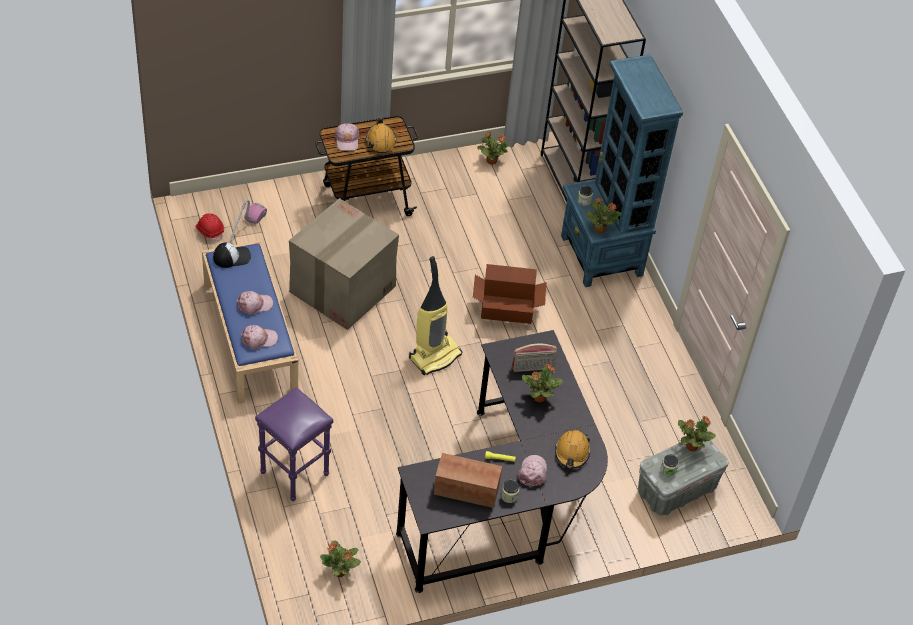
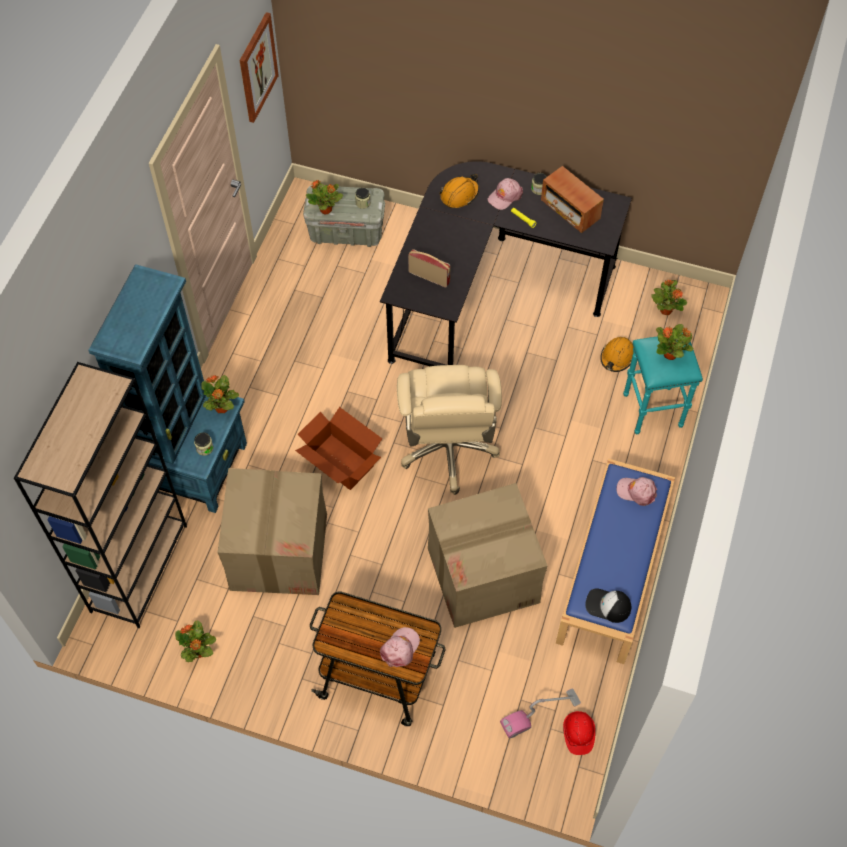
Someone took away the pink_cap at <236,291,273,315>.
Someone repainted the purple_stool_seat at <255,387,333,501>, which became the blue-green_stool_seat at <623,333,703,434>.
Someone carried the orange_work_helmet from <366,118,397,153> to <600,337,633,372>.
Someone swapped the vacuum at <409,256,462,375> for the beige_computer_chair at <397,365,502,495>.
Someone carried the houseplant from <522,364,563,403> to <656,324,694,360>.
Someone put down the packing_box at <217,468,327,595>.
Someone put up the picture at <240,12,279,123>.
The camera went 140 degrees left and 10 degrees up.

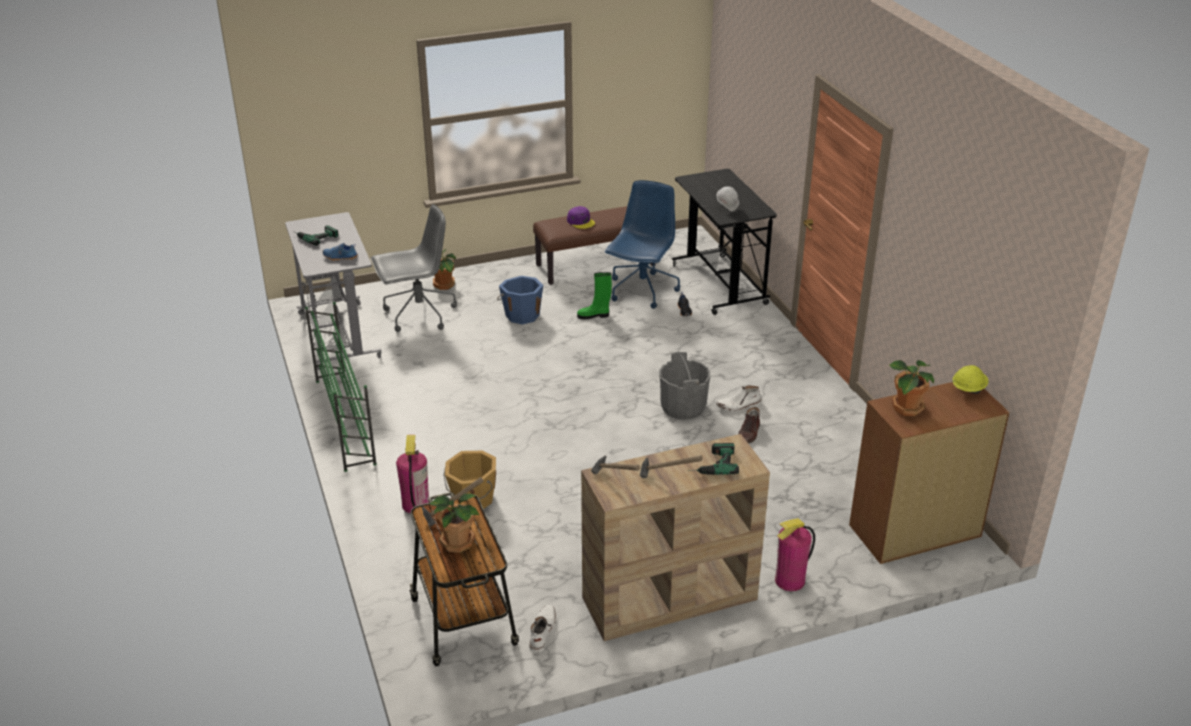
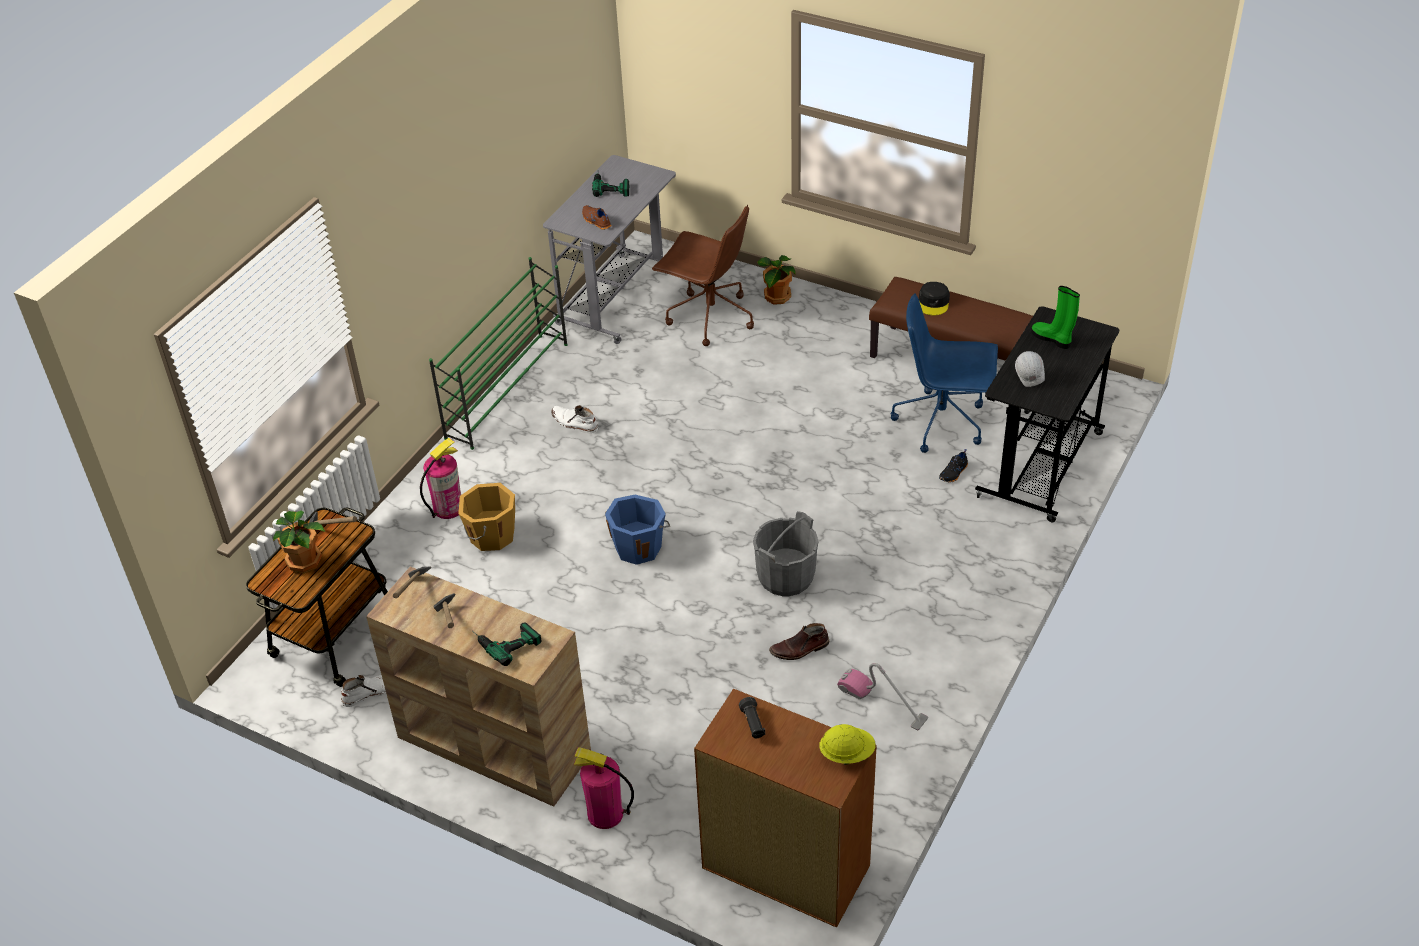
Someone repainted the blue-coloured_item_of_footwear at <323,243,358,261>, which became the brown_item_of_footwear at <582,205,611,230>.
Someone repainted the greyish_computer_chair at <371,204,457,332>, which became the brown_computer_chair at <652,205,754,346>.
Someone carried the blue-coloured_bucket from <497,276,543,324> to <605,495,670,565>.
Someone repainted the purple_cap at <567,206,595,229>, which became the blackish_cap at <919,282,950,315>.
Someone carried the green_tall_boot from <577,272,612,319> to <1031,286,1080,349>.
Someone rotated the blue-coloured_computer_chair at <605,180,681,309> by 150 degrees counterclockwise.
Someone carried the white-coloured_tall_boot from <716,386,762,412> to <551,405,598,434>.
Someone swapped the houseplant at <889,360,934,416> for the blackish_hand_torch at <739,697,765,738>.
Someone put down the vacuum at <837,663,928,731>.
The camera went 50 degrees right and 10 degrees up.

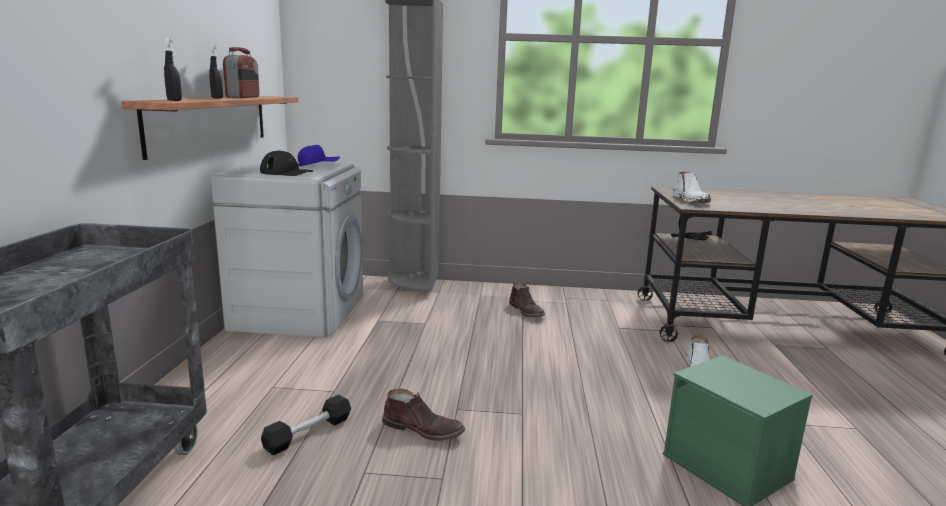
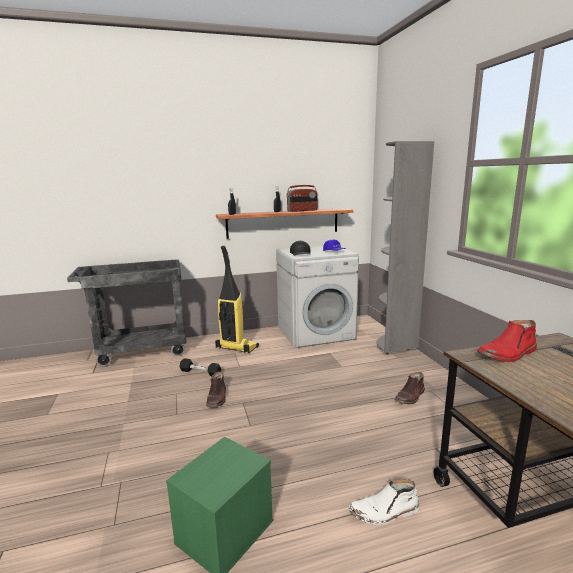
Someone repainted the white-coloured_tall_boot at <673,172,711,203>, which became the red_tall_boot at <477,320,537,362>.
Someone put down the vacuum at <215,246,259,354>.
The camera went 70 degrees right and 0 degrees up.

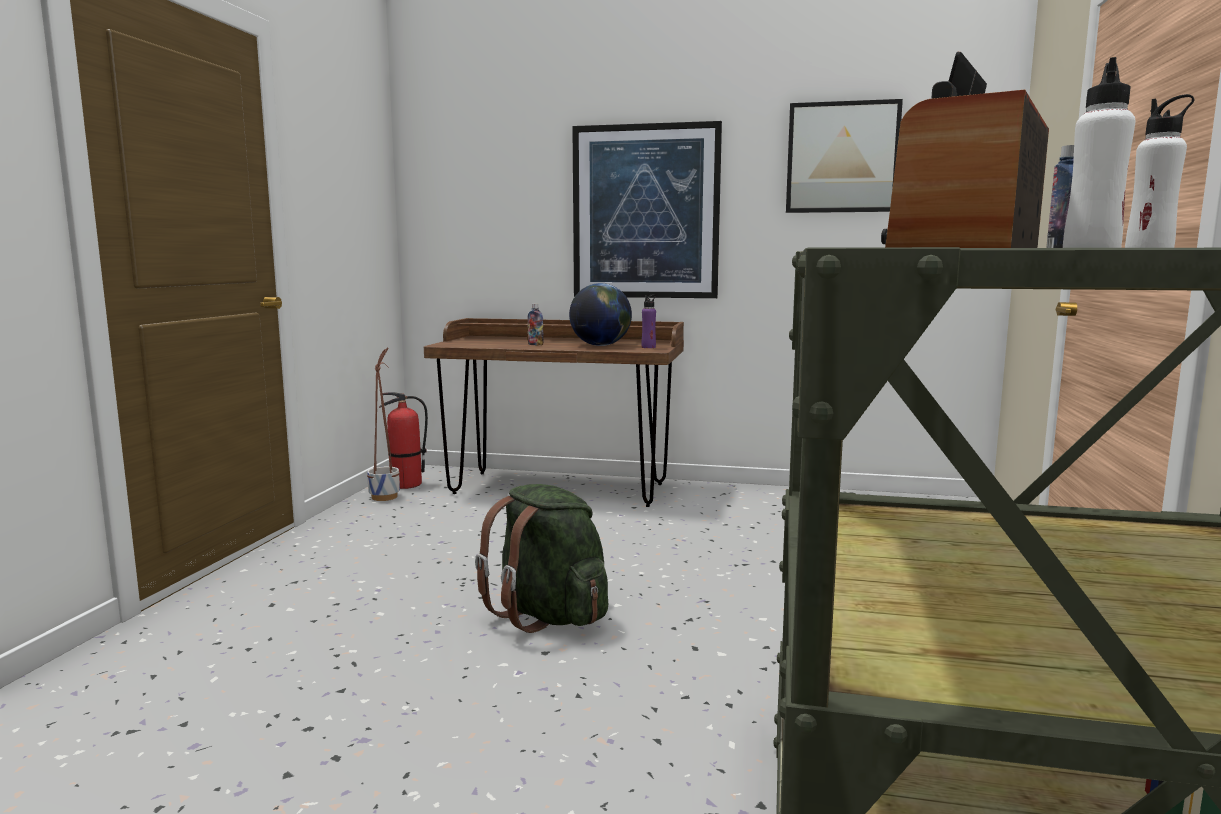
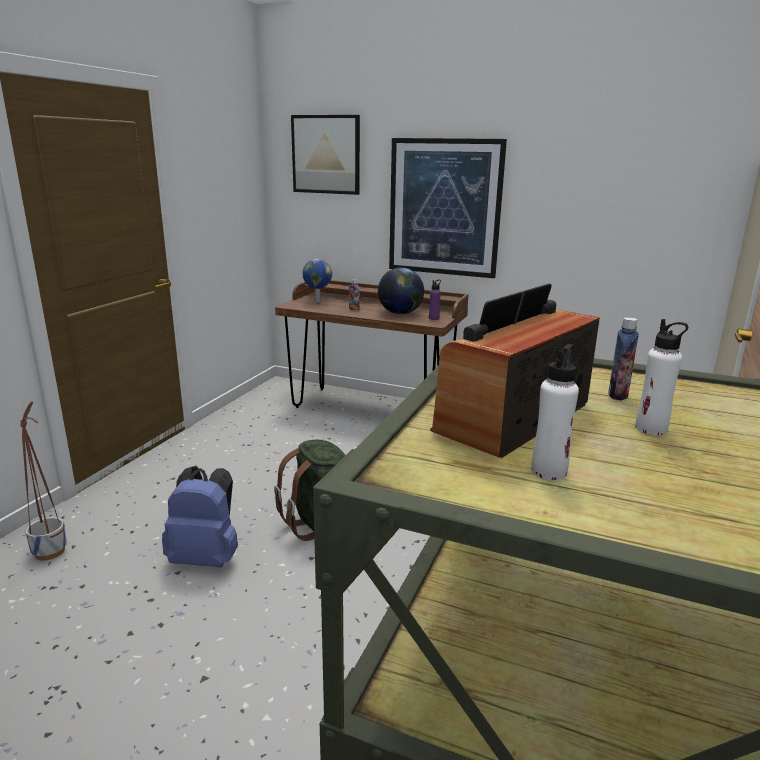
Someone carried the flower_pot from <367,347,400,501> to <20,401,67,561>.
Someone took away the fire_extinguisher at <379,392,428,489>.
Someone carried the picture from <786,99,903,213> to <291,115,360,195>.
Someone put down the blue-coloured_rucksack at <162,466,238,567>.
Someone put down the globe at <302,259,332,303>.
The camera went 10 degrees right and 10 degrees up.

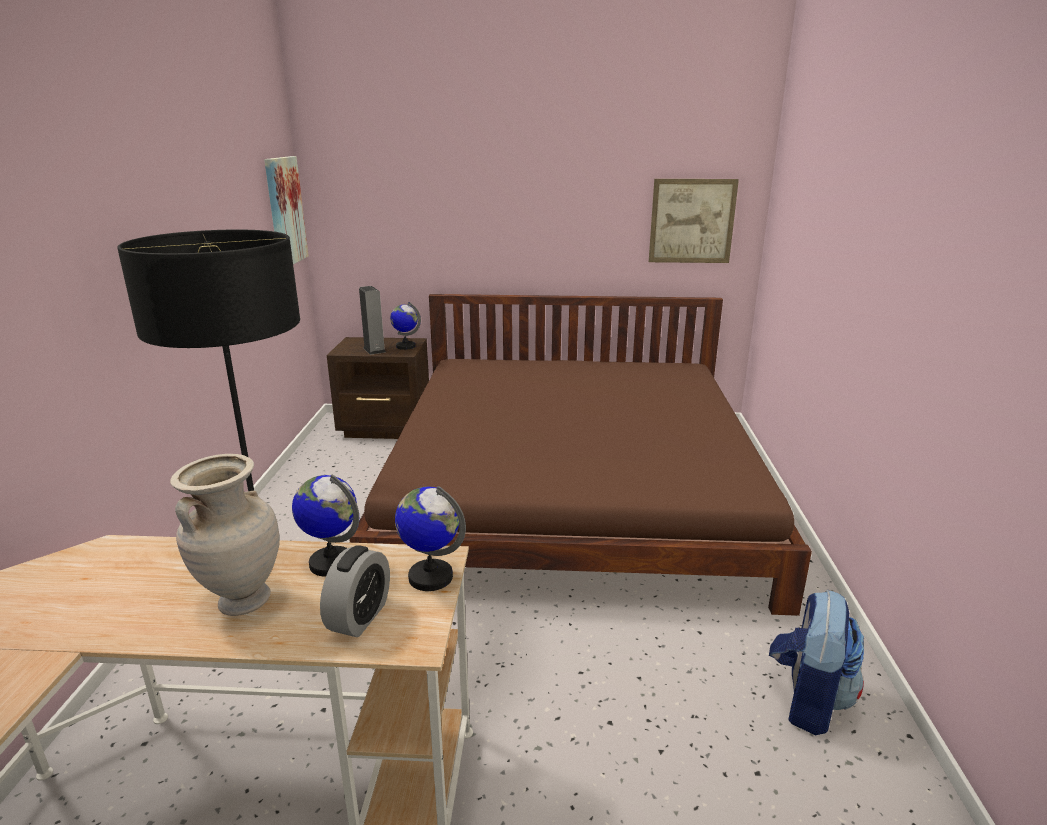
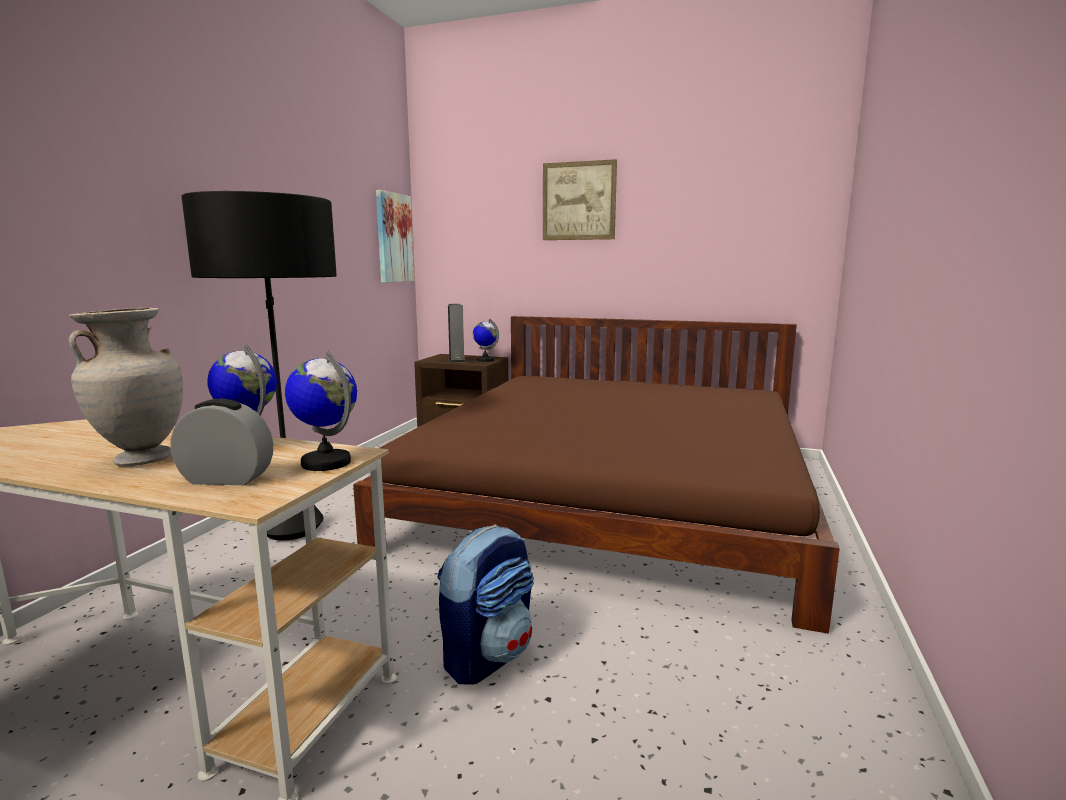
Someone rotated the table_clock at <320,545,390,637> by 120 degrees counterclockwise.
Someone carried the picture from <649,179,739,263> to <543,159,617,240>.
Someone carried the rucksack from <769,590,864,735> to <437,525,534,685>.
The camera went 15 degrees right and 10 degrees down.

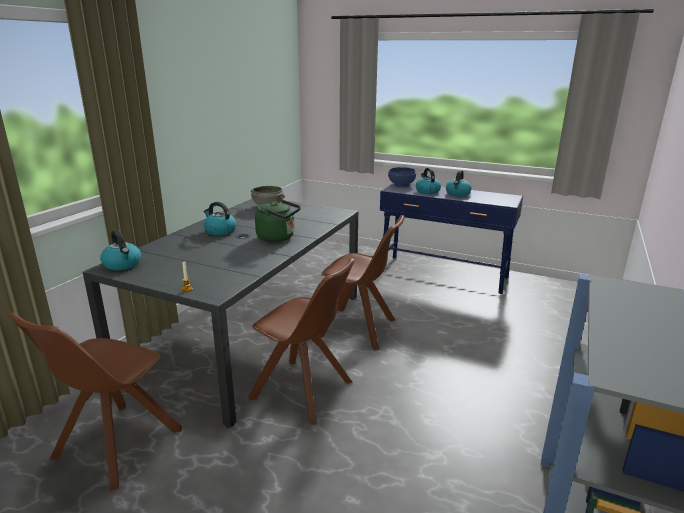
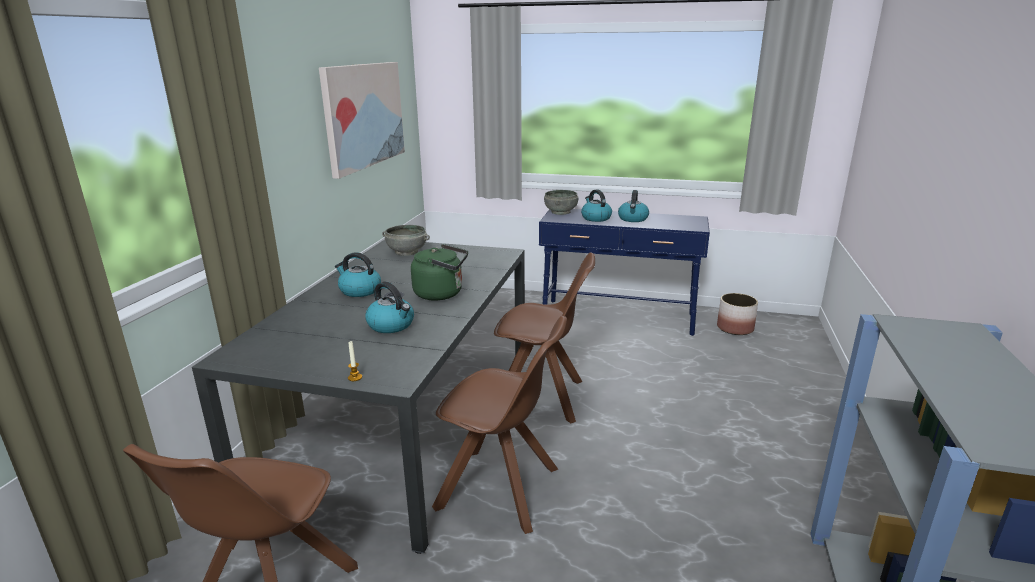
Someone carried the kettle from <100,230,141,270> to <365,282,414,333>.
Someone repainted the blue-coloured_serving_bowl at <388,167,416,187>, which became the greyish_serving_bowl at <544,190,578,215>.
Someone put up the picture at <319,62,405,179>.
Someone put down the flower_pot at <717,293,758,335>.
The camera went 10 degrees left and 0 degrees up.

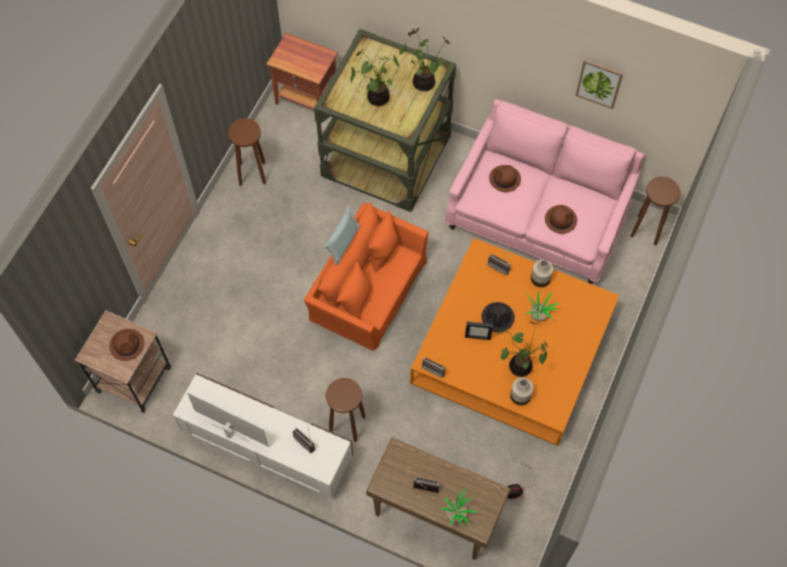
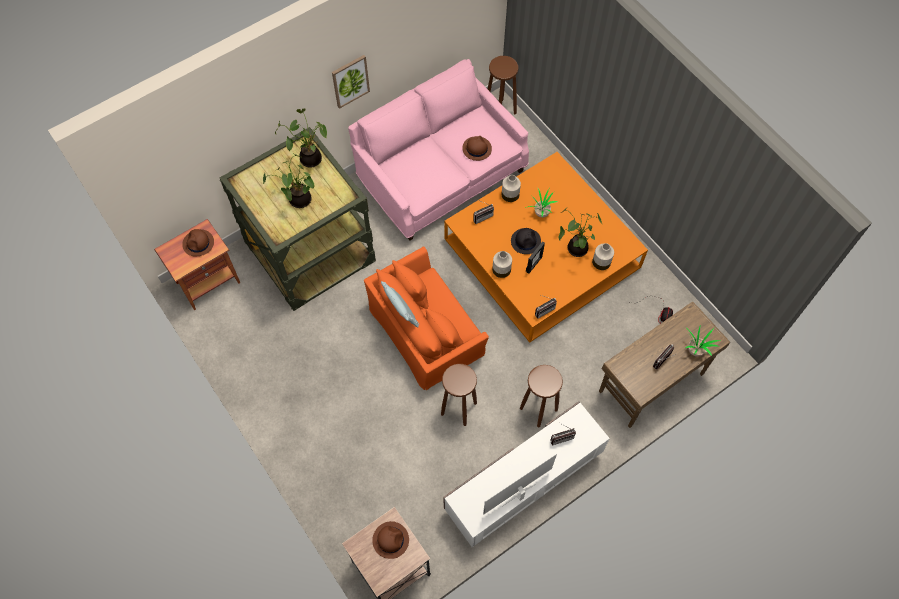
Someone carried the brown_stool_seat from <228,118,266,186> to <441,364,477,426>.
Someone carried the brown_wearable_hat from <489,165,521,192> to <182,229,214,256>.
Someone carried the picture from <575,59,623,109> to <332,55,370,109>.
Someone put down the beige_vase at <492,251,512,278>.
The camera went 60 degrees left and 0 degrees up.

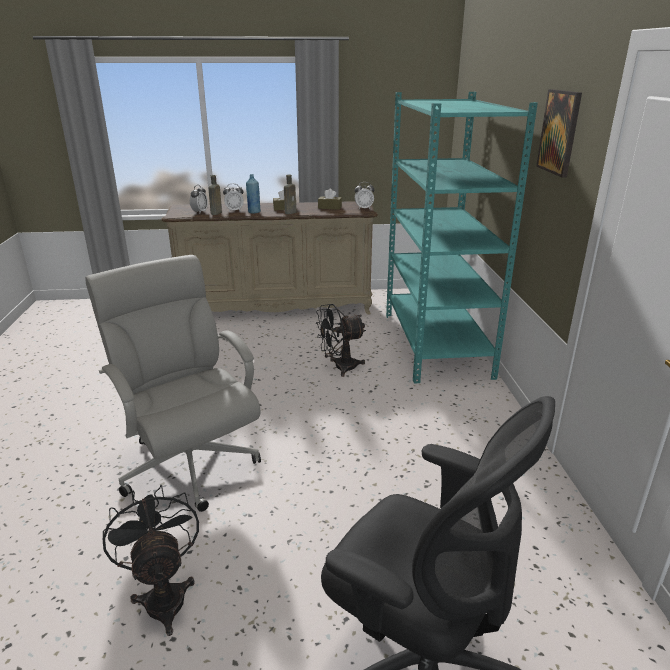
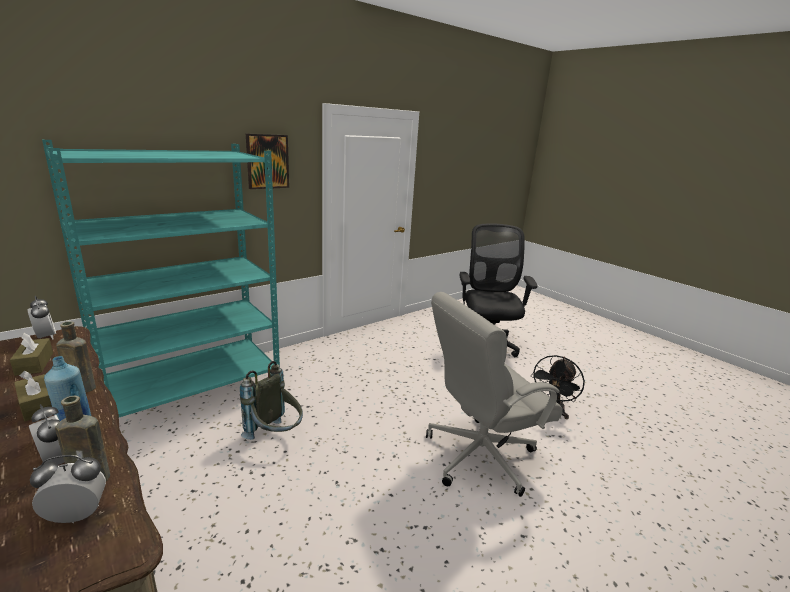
Someone rotated the greyish_computer_chair at <85,255,261,512> by 45 degrees clockwise.
Someone swapped the blackish_fan at <316,304,366,377> for the greyish_rucksack at <240,361,303,440>.
The camera went 125 degrees left and 5 degrees down.

